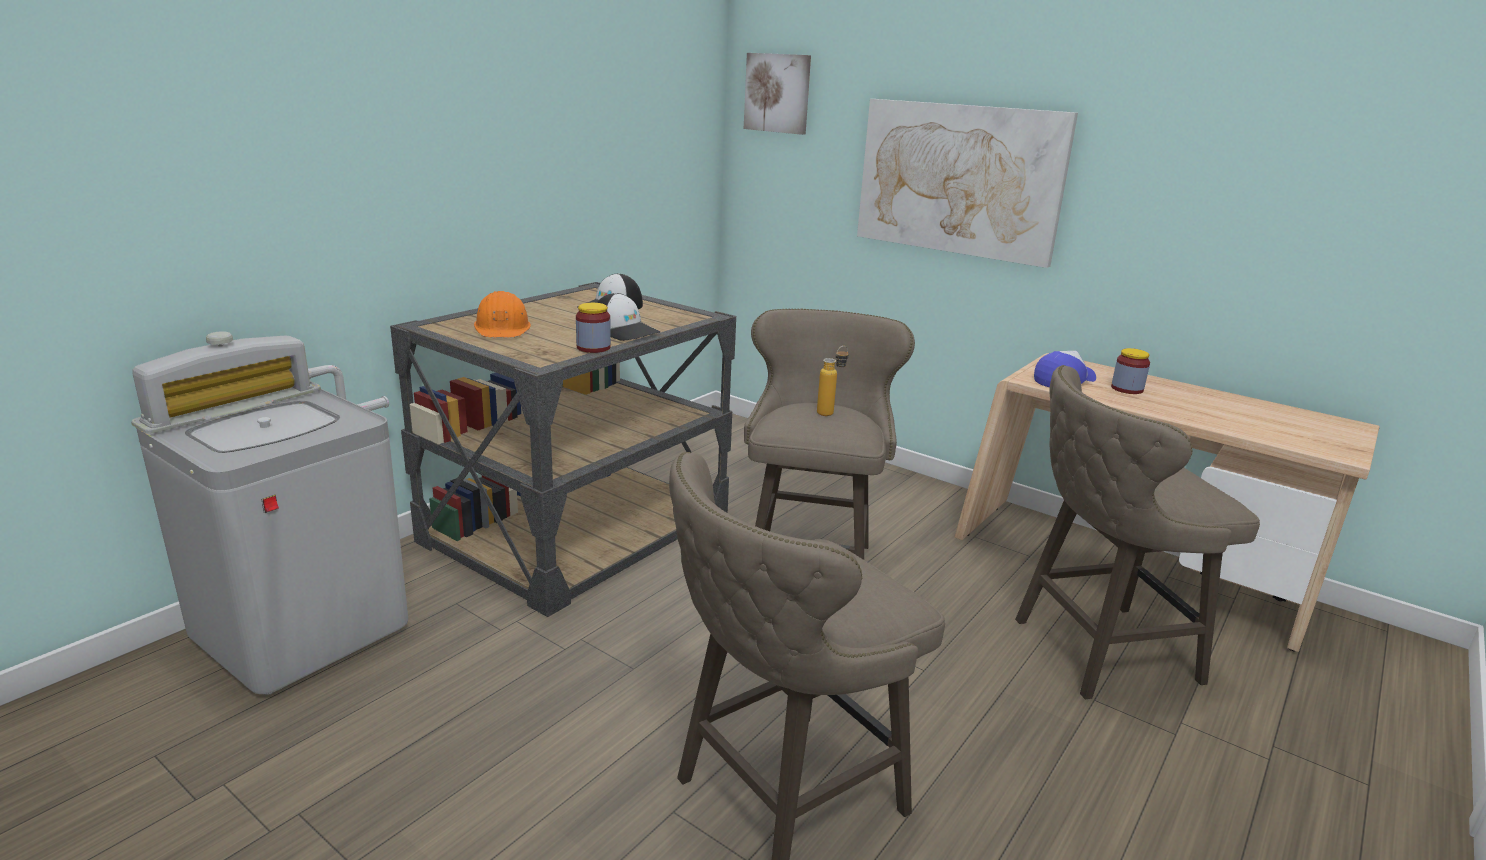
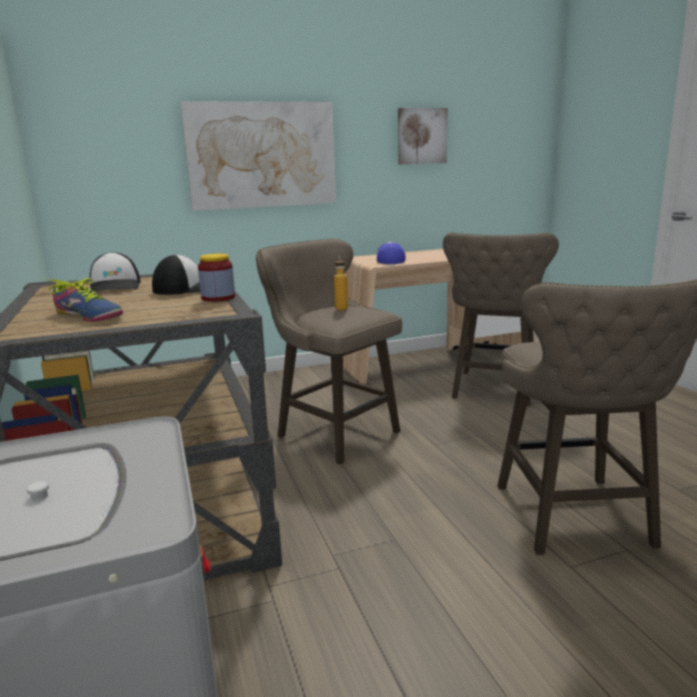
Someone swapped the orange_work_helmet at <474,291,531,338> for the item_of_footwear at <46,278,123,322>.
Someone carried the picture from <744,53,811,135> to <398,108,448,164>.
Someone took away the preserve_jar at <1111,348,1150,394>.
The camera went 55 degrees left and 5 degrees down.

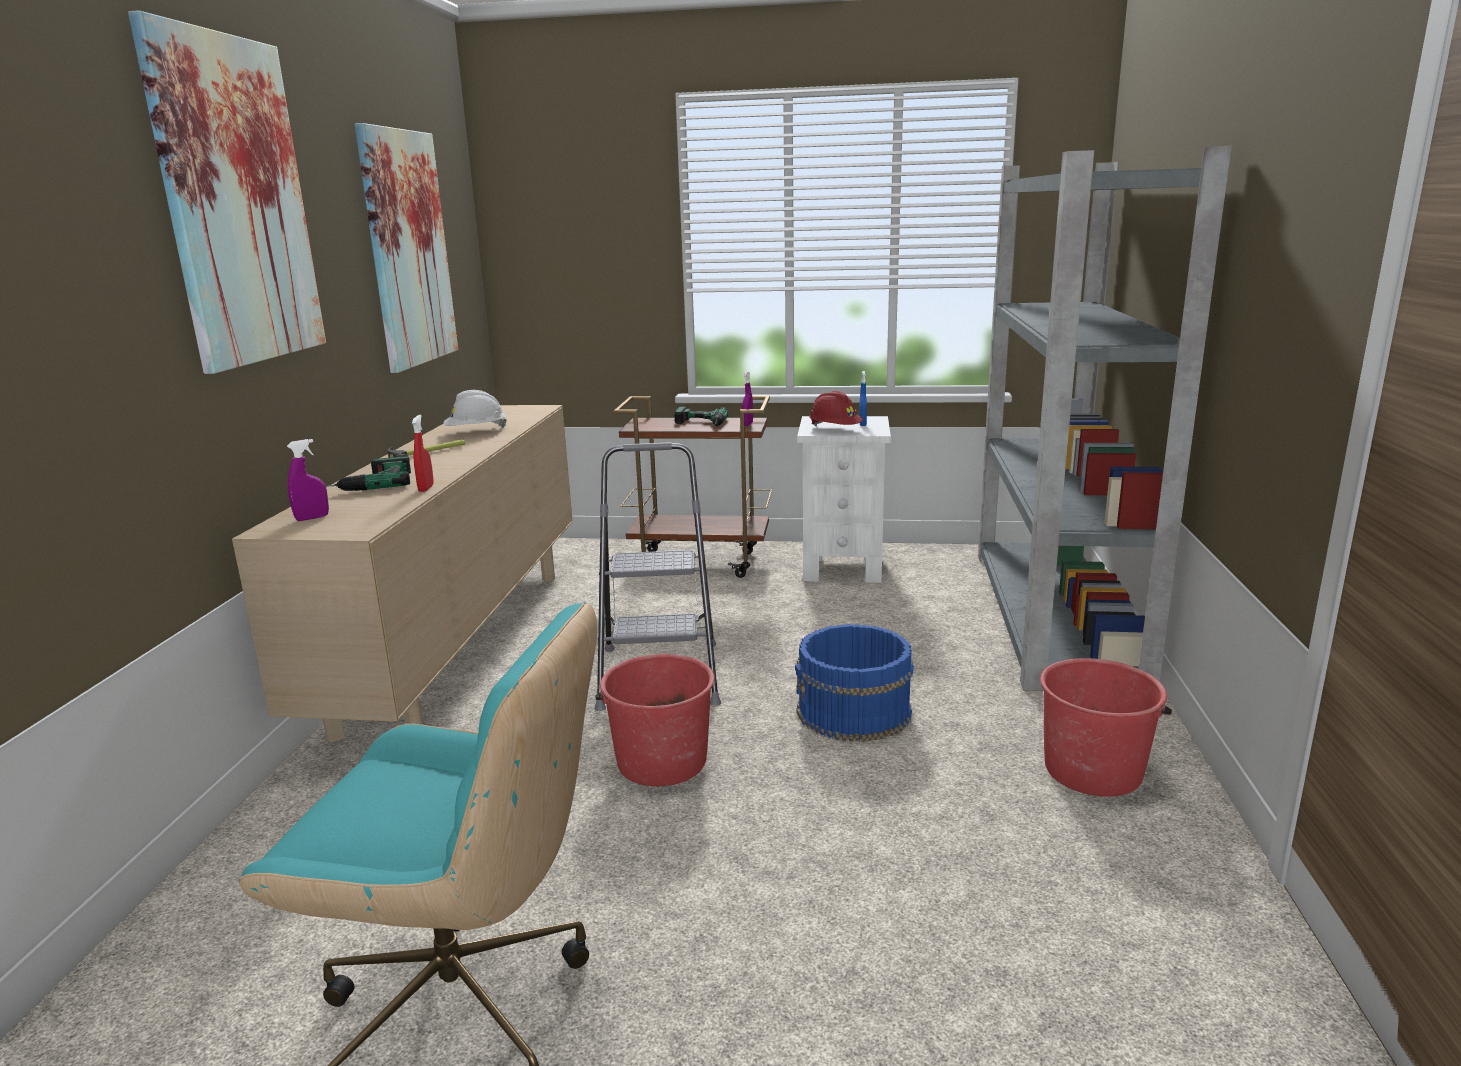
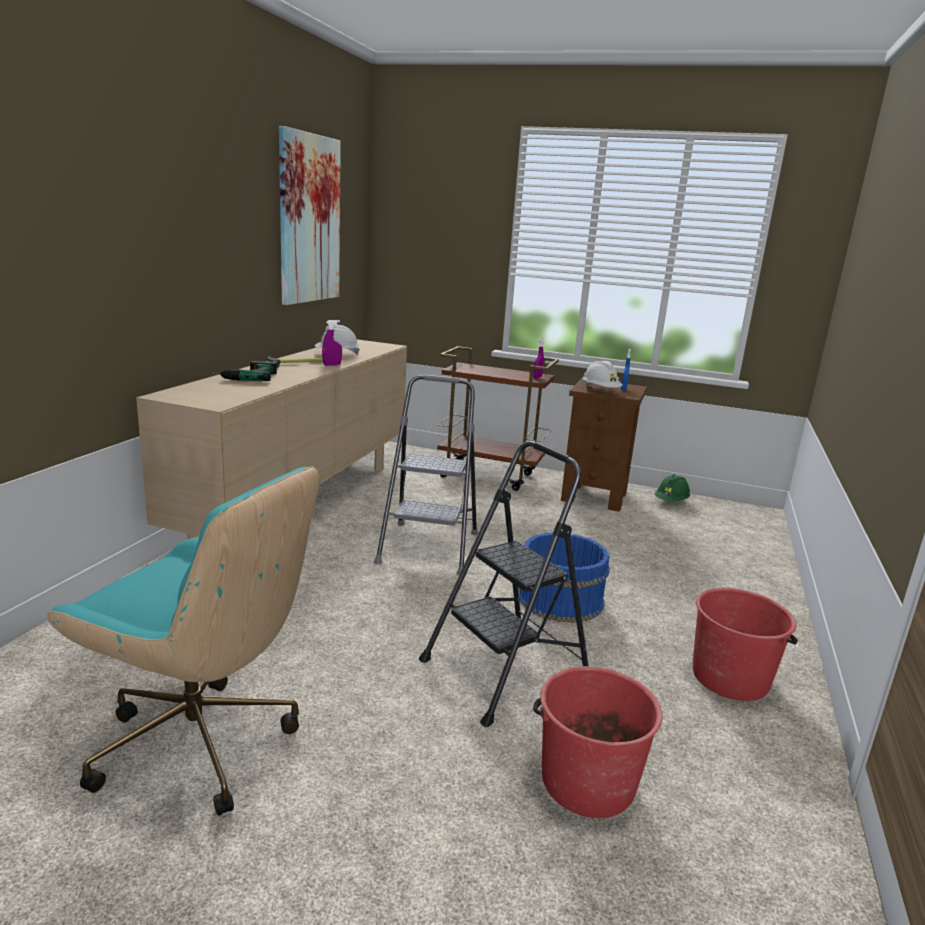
Someone took away the picture at <128,10,326,374>.
Someone carried the purple_spray_bottle from <287,439,329,521> to <322,320,342,365>.
Someone took away the red_spray_bottle at <412,415,434,492>.
Someone carried the red_bucket from <595,654,715,786> to <533,666,663,818>.
Someone took away the electric_drill at <674,407,728,426>.
Someone repainted the white-coloured_bedside_table at <797,416,891,583>, which became the brown_bedside_table at <561,378,647,512>.
Someone repainted the red_work_helmet at <809,391,863,426>, which became the white-coloured_work_helmet at <582,361,623,388>.
Someone took away the greyish_bookcase at <978,145,1232,691>.
Someone put down the blackish_stepladder at <419,441,589,727>.
Someone put down the green_work_helmet at <655,475,690,502>.
The camera went 10 degrees right and 0 degrees up.

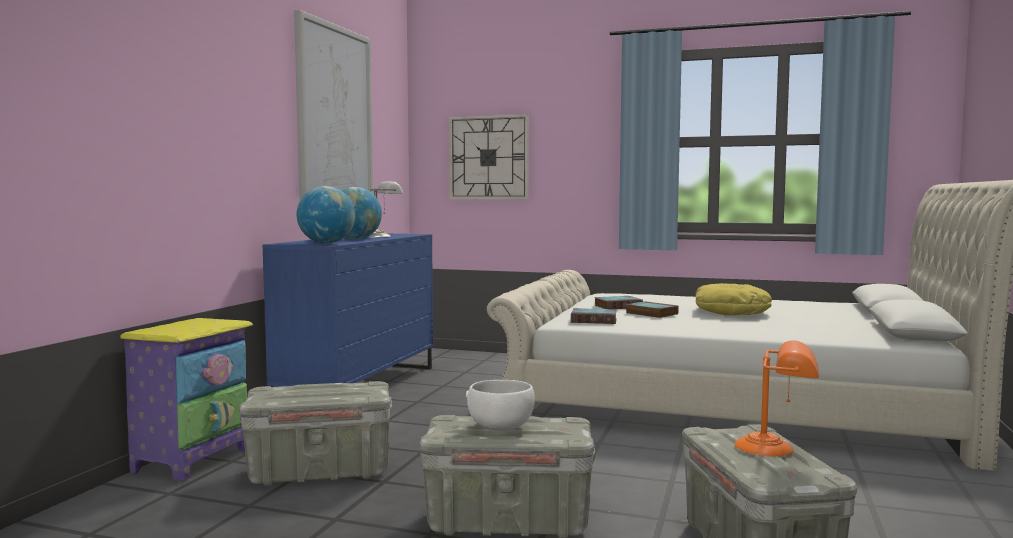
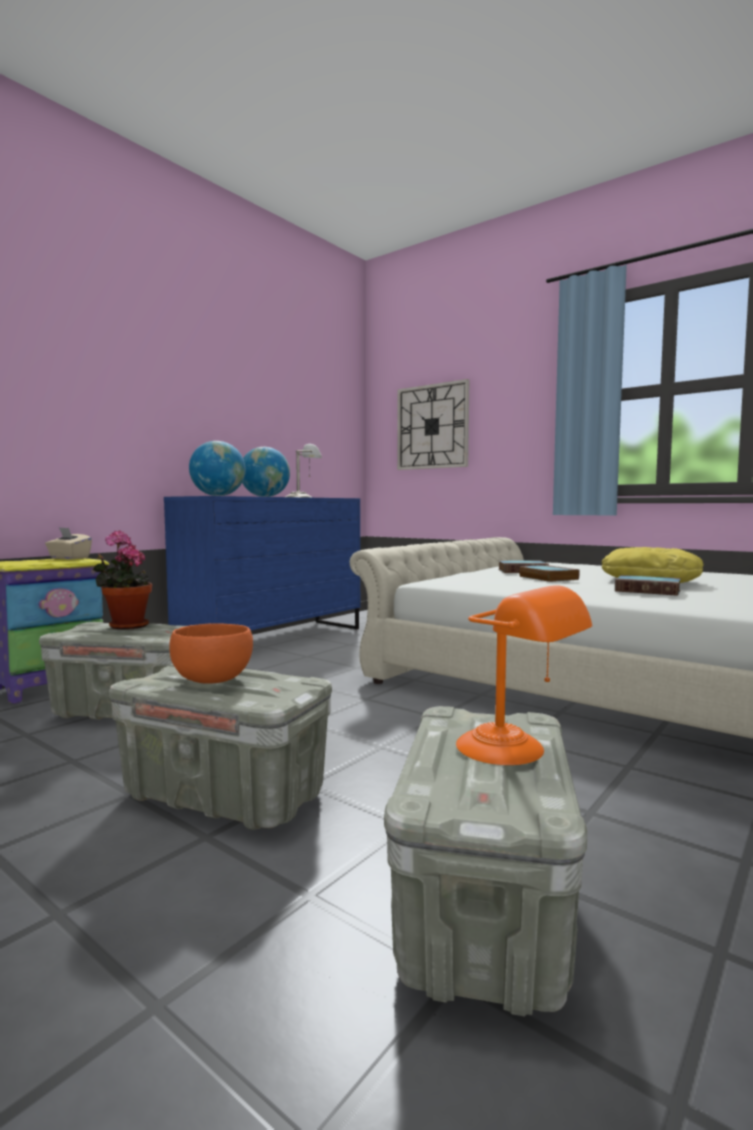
Someone took away the picture at <294,10,374,202>.
Someone repainted the white-coloured_serving_bowl at <466,380,535,431>, which became the orange_serving_bowl at <169,623,253,684>.
Someone carried the bound_book from <571,308,617,324> to <615,575,681,596>.
Someone put down the beige_tissue_box at <45,527,92,560>.
Someone put down the houseplant at <93,530,152,630>.
The camera went 20 degrees right and 0 degrees up.

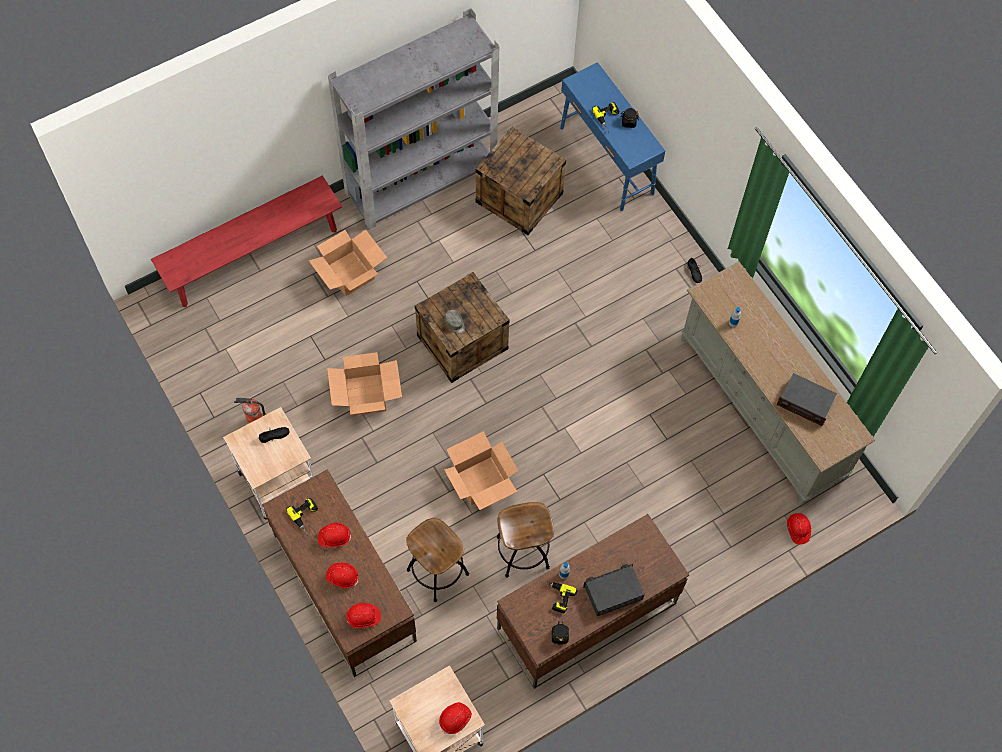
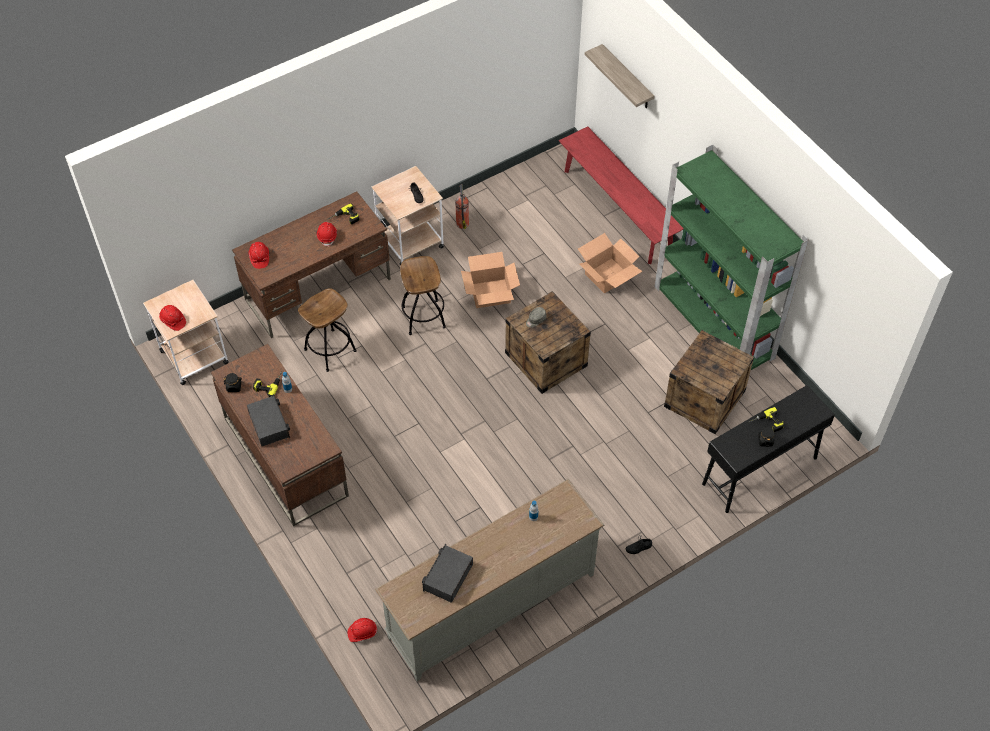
Someone took away the red_work_helmet at <326,563,359,588>.
Someone repainted the greyish_bookcase at <328,8,499,229>, which became the green_bookcase at <654,145,808,370>.
Someone took away the packing_box at <444,431,519,510>.
Someone carried the brown_stool_seat from <497,502,554,577> to <400,256,446,335>.
Someone repainted the blue-coloured_narrow_table at <560,62,665,211>, which became the blackish_narrow_table at <702,385,835,513>.
Someone put up the bracket_shelf at <585,44,654,108>.
The camera went 90 degrees right and 10 degrees down.

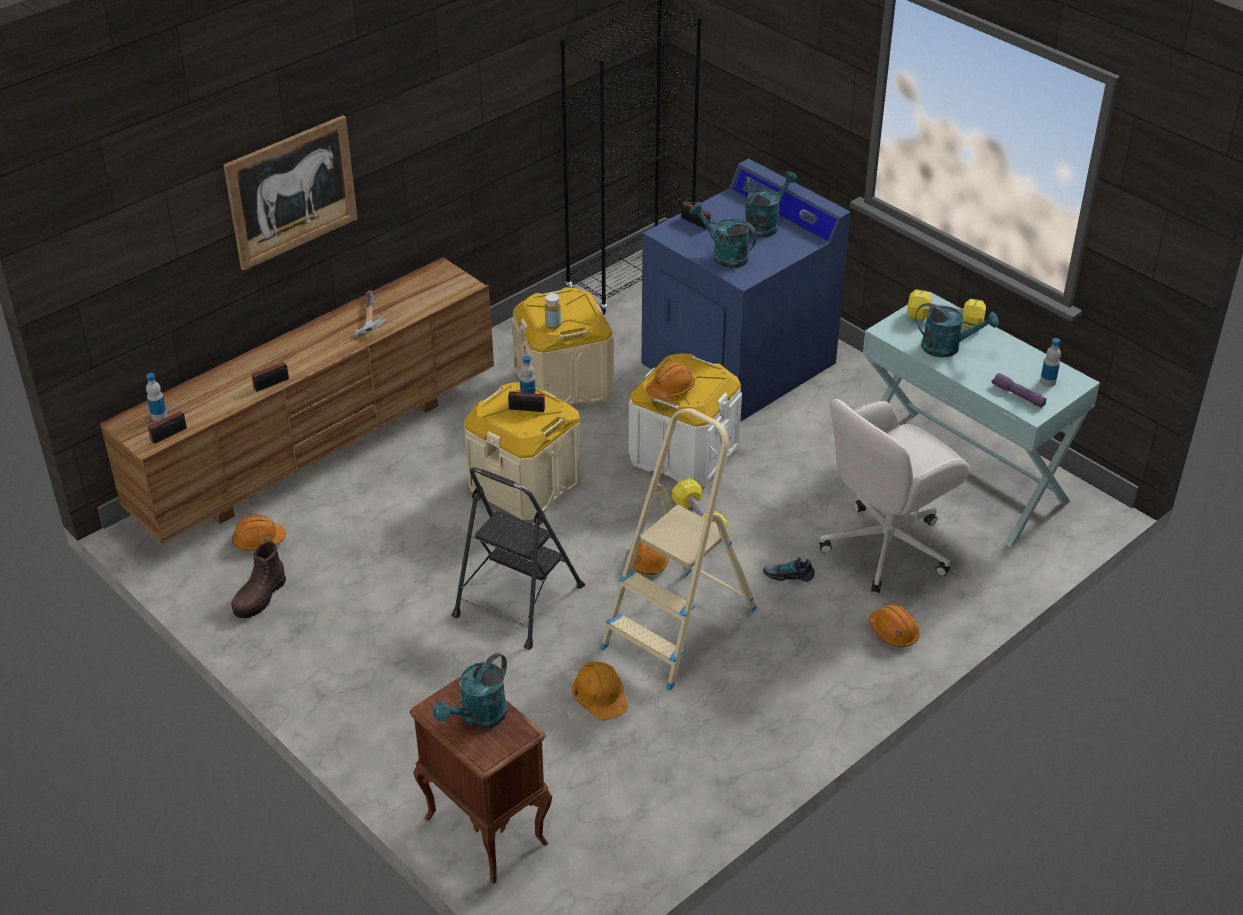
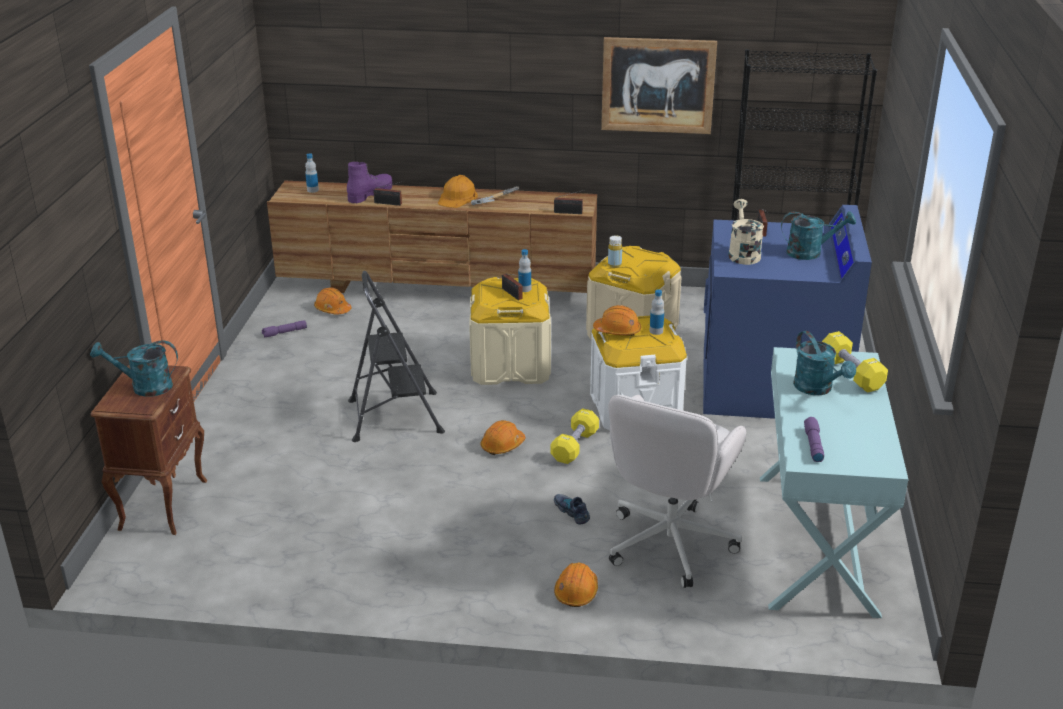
Someone carried the radio_set from <148,400,187,444> to <554,190,584,214>.
Someone carried the picture from <223,115,357,271> to <601,37,717,134>.
Someone swapped the brown_tall_boot at <231,541,286,618> for the purple_hand_torch at <262,320,307,337>.
Someone carried the orange_work_helmet from <572,661,628,721> to <438,175,478,208>.
Someone took away the beige_stepladder at <600,408,757,690>.
Someone repainted the blue-green_watering_can at <690,202,757,268>, which became the beige_watering_can at <728,199,764,265>.
Someone rotated the white-coloured_computer_chair at <819,399,969,593> by 75 degrees counterclockwise.
Someone carried the beverage_bottle from <1040,338,1061,387> to <650,290,664,335>.
Someone put down the purple_tall_boot at <347,162,392,203>.
The camera went 50 degrees right and 10 degrees down.

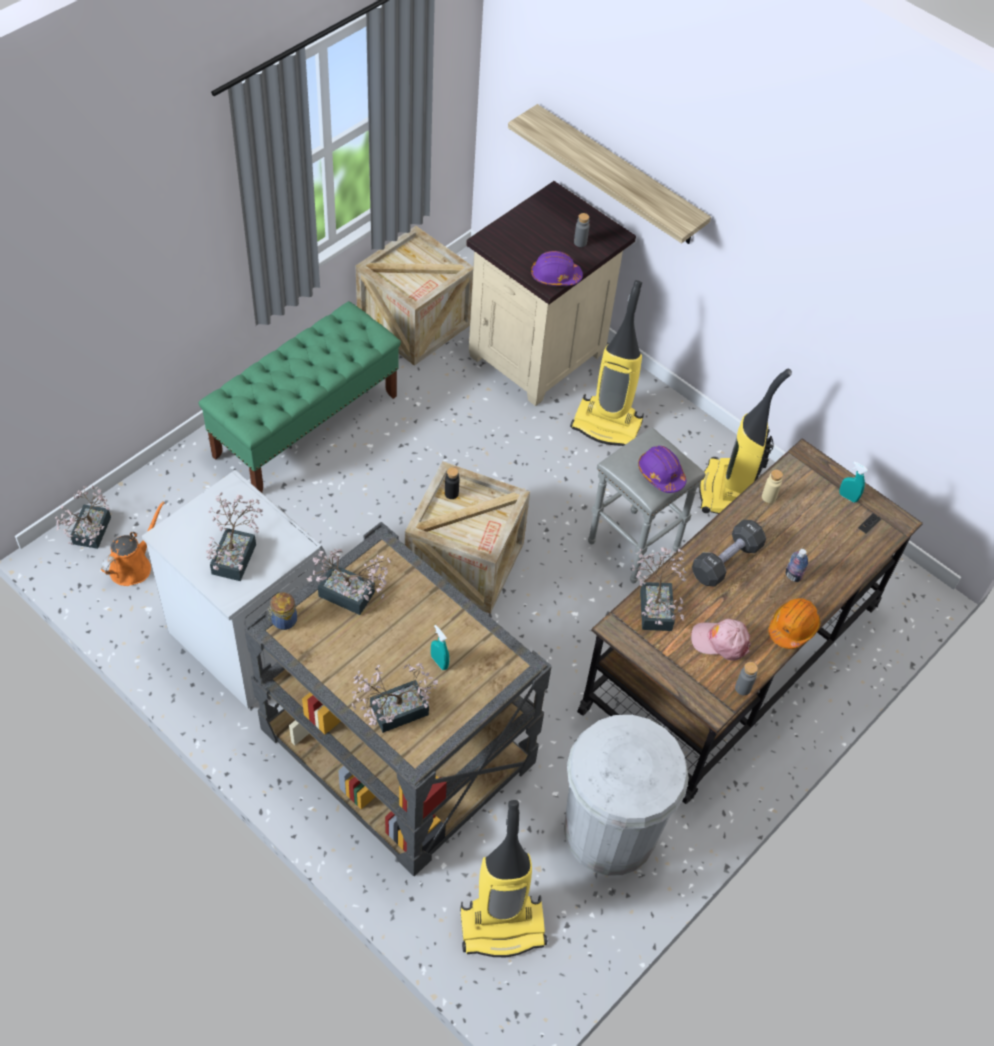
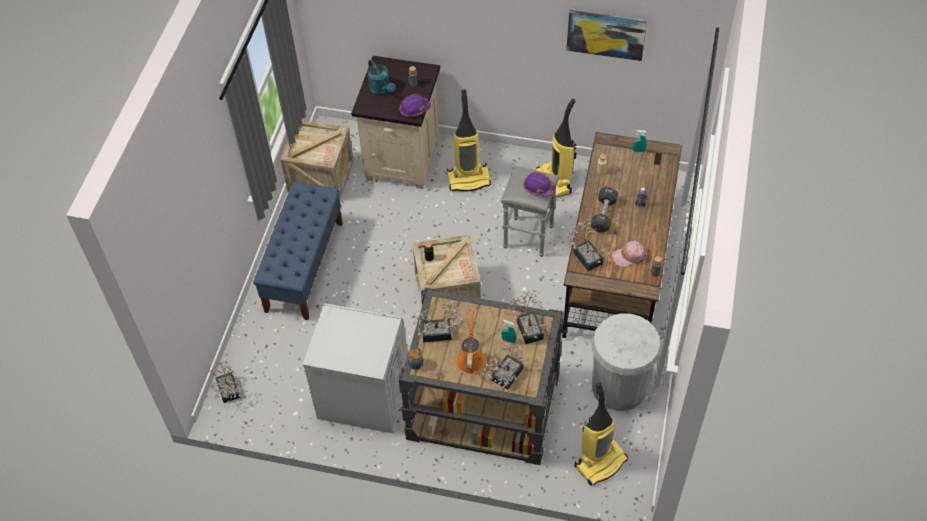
Someone carried the orange_watering_can from <101,501,165,586> to <456,306,485,374>.
Someone repainted the green_long_seat at <199,301,401,493>, which became the blue-coloured_long_seat at <253,182,343,320>.
Someone carried the houseplant from <206,493,263,581> to <509,290,549,344>.
Someone took away the bracket_shelf at <508,104,711,244>.
Someone took away the orange_work_helmet at <768,598,820,649>.
Someone put down the blue-green_watering_can at <367,59,396,96>.
Someone put up the picture at <566,10,647,61>.
The camera went 25 degrees left and 0 degrees up.

